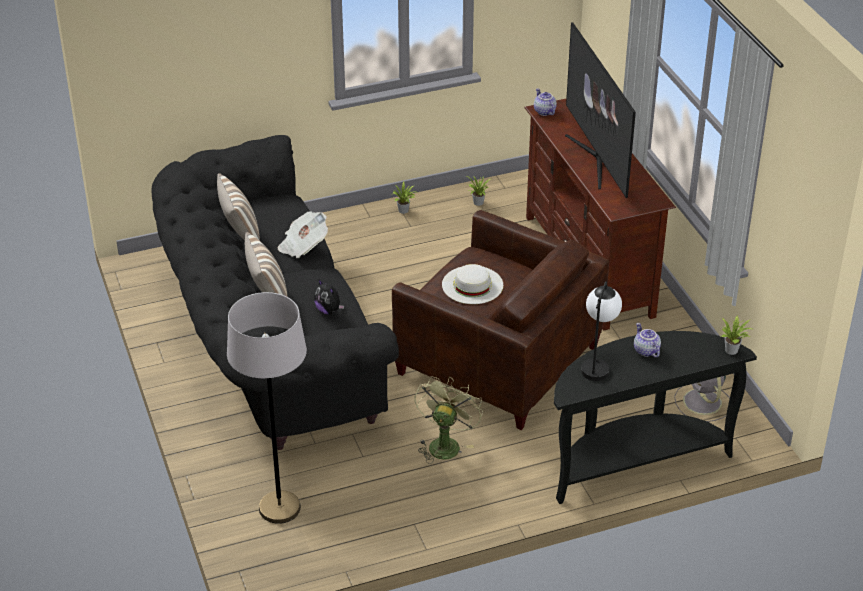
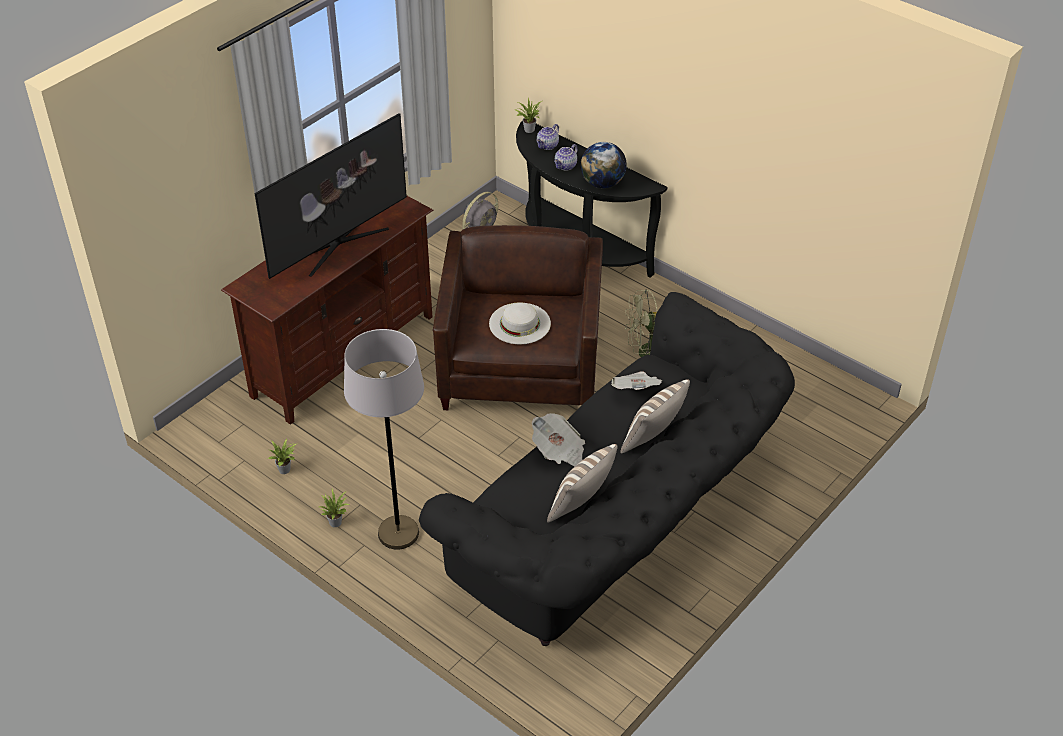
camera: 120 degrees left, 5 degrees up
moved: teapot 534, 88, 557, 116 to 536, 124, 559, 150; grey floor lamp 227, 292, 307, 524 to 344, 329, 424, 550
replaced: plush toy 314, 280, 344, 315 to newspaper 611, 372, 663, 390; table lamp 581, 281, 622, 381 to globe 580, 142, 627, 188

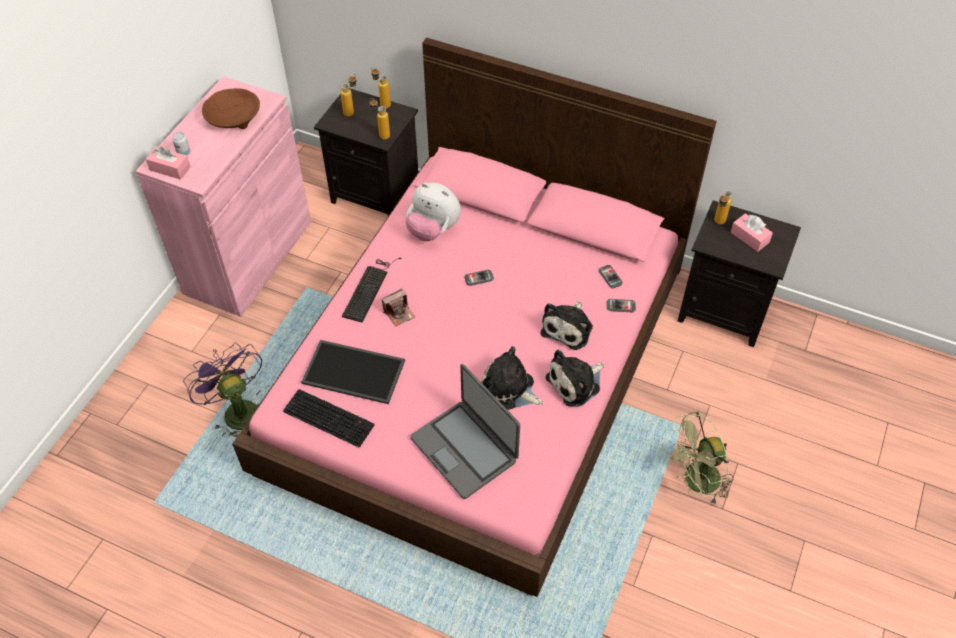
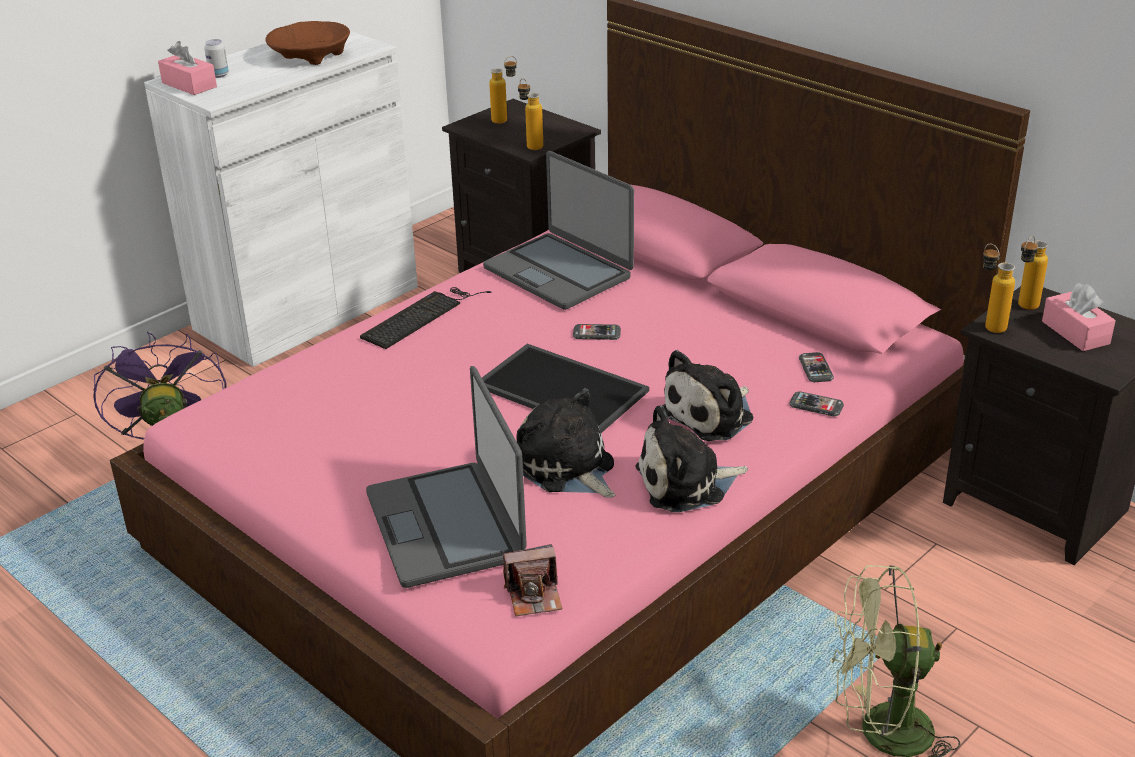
camera: 20 degrees right, 20 degrees down
removed: keyboard 283, 389, 375, 448
moved: bottle 371, 67, 391, 108 to 983, 244, 1015, 333; photo camera 382, 289, 415, 327 to 503, 544, 563, 616; tray 301, 340, 405, 404 to 482, 344, 649, 433
replaced: plush toy 405, 183, 461, 241 to laptop 483, 151, 634, 310
recoloured: pink cabinet 136, 76, 311, 317 to white cabinet 144, 31, 418, 367

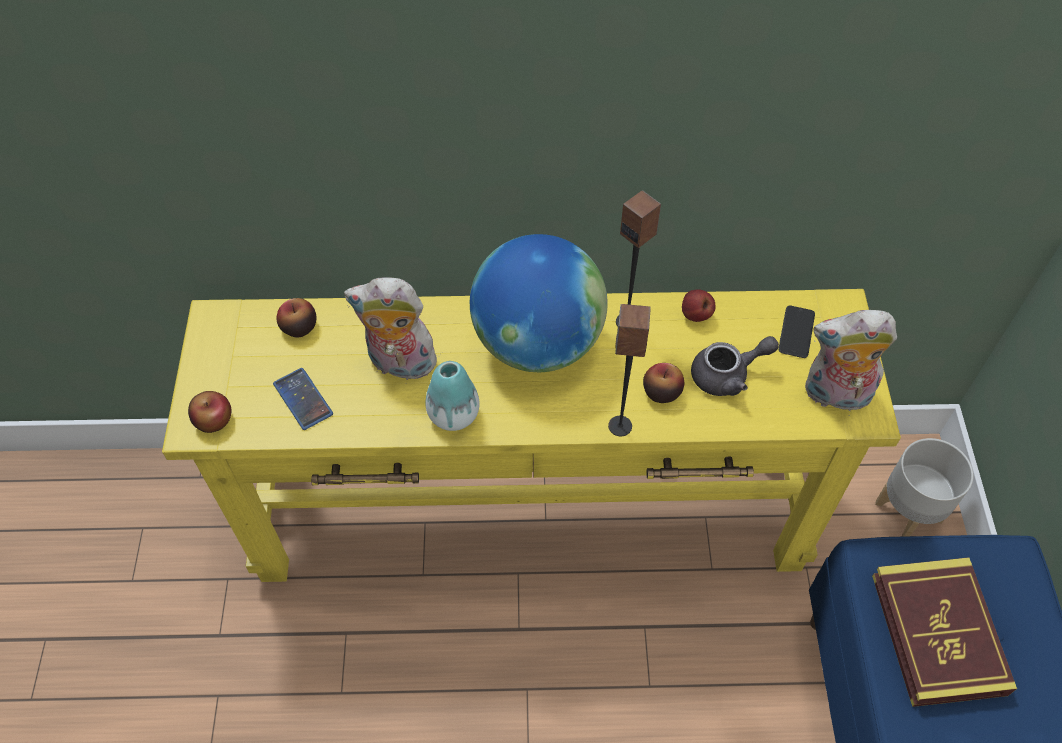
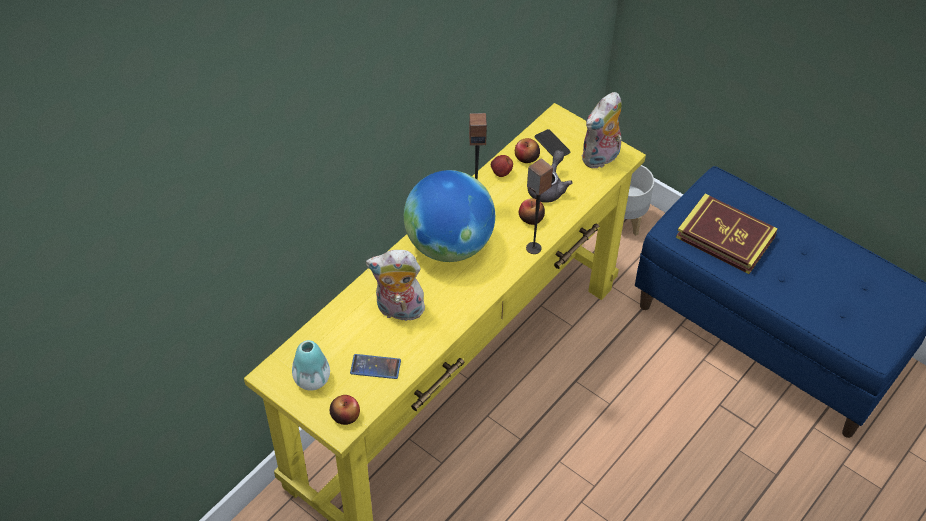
camera: 50 degrees left, 5 degrees down
moved: apple 277, 298, 316, 337 to 515, 138, 540, 163; vase 426, 361, 480, 431 to 292, 340, 330, 390
turned: plush toy 344, 277, 437, 380 = 366, 250, 429, 321 45 degrees clockwise

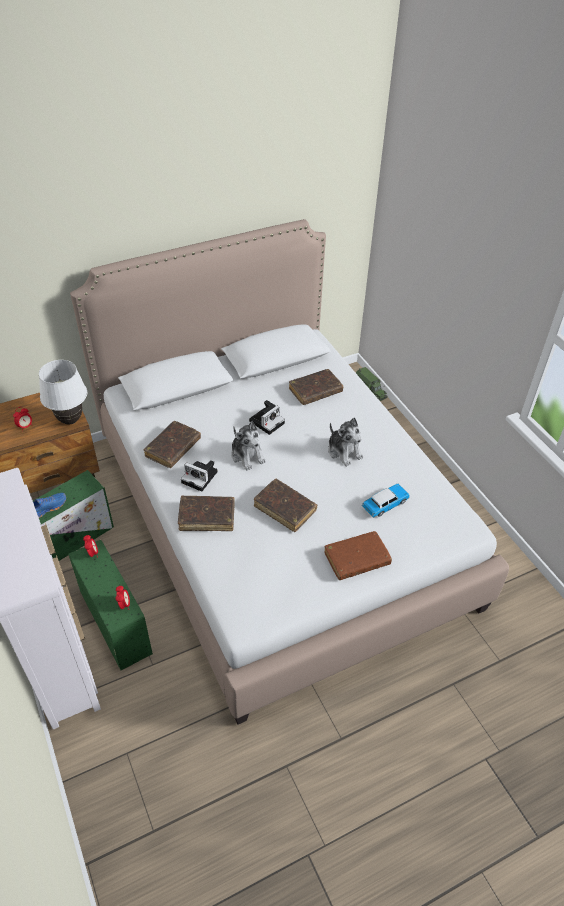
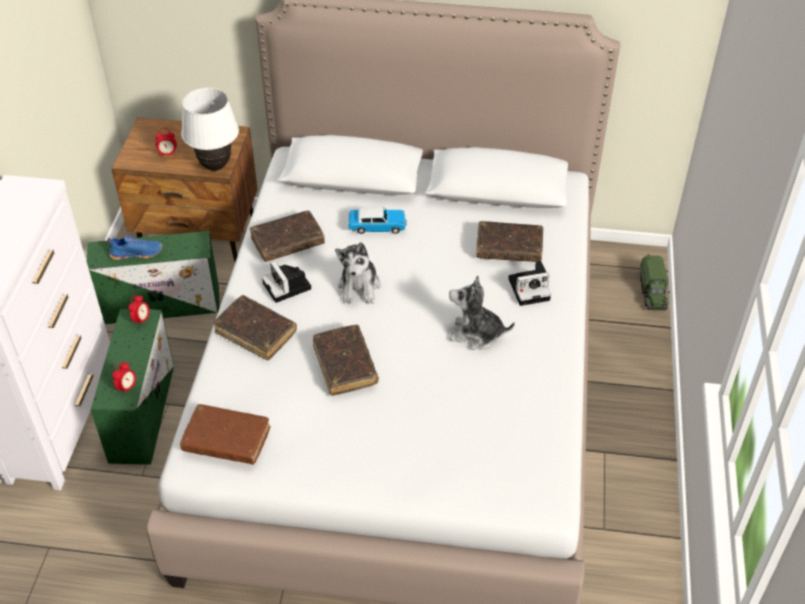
camera: 35 degrees right, 0 degrees up
moved: photo camera 249, 400, 285, 435 to 508, 260, 551, 306; toy car 362, 484, 410, 518 to 348, 207, 406, 234; brown book 324, 531, 392, 580 to 180, 404, 270, 465
turned: plush toy 328, 418, 364, 466 = 449, 275, 515, 350 105 degrees clockwise

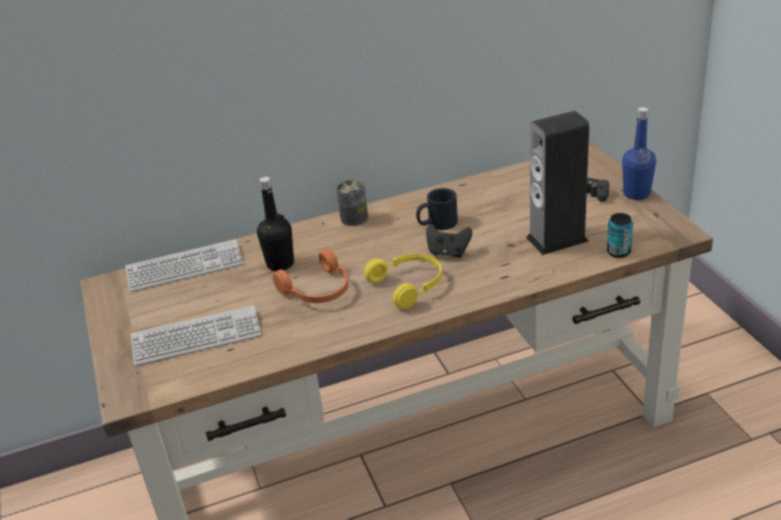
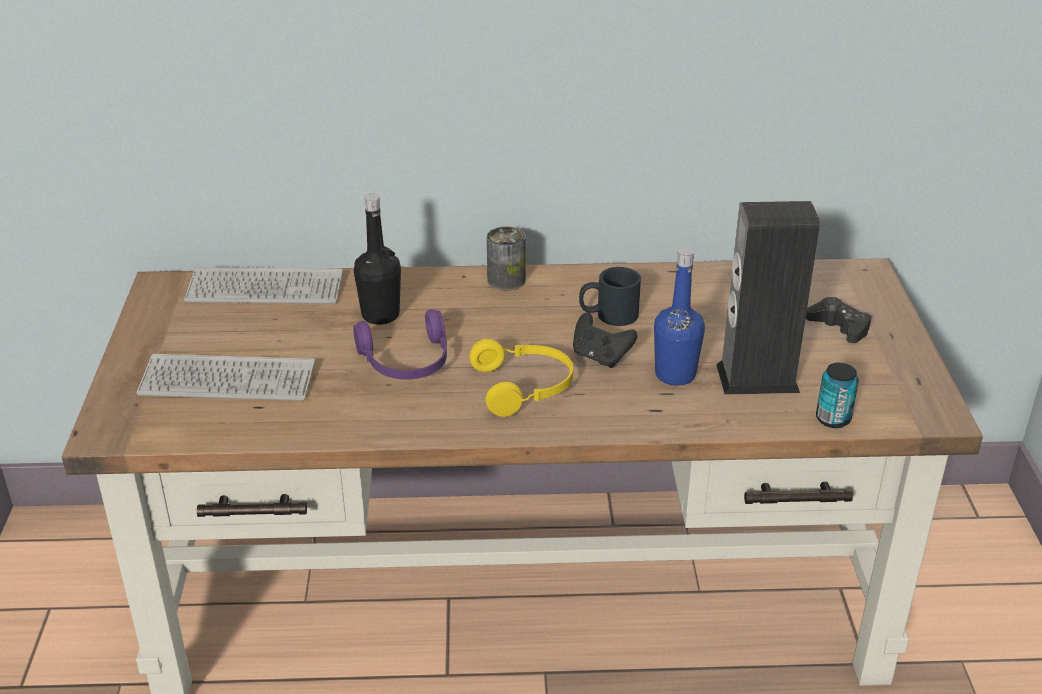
camera: 15 degrees right, 0 degrees up
moved: blue bottle 622, 107, 656, 200 to 654, 248, 705, 386
recoloured: orange headphones 273, 249, 349, 303 to purple headphones 353, 309, 447, 380

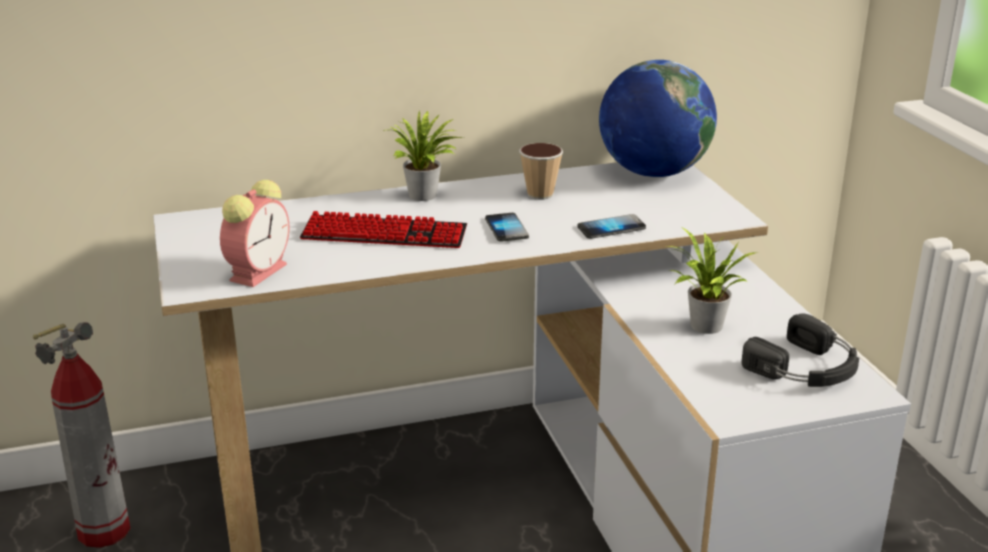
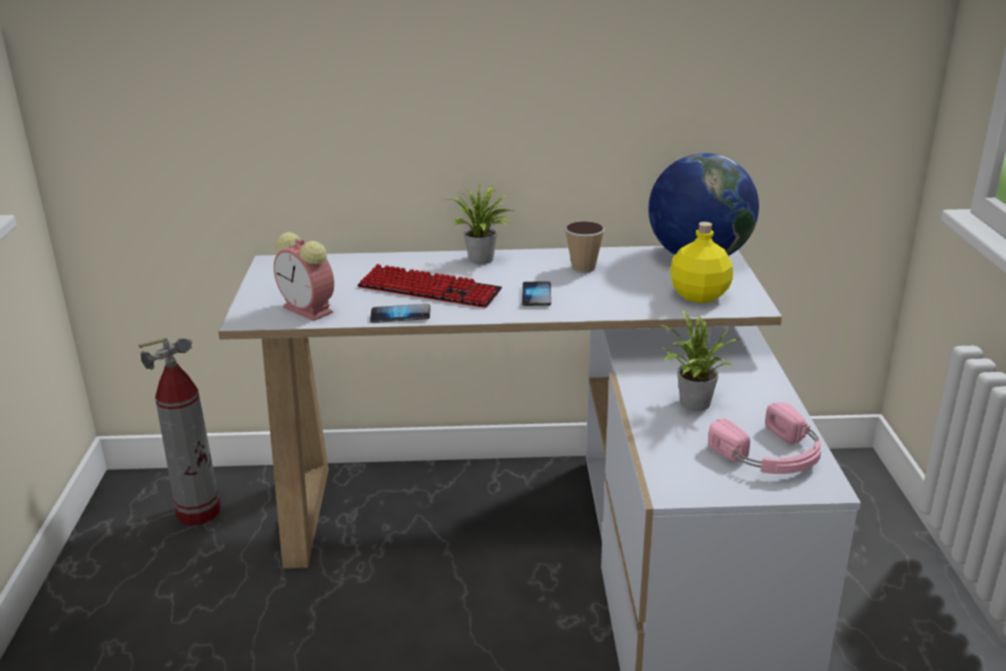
camera: 15 degrees right, 0 degrees up
added: yellow bottle 670, 222, 733, 303
moved: phone 577, 214, 646, 239 to 370, 304, 430, 323
recoloured: black headphones 741, 313, 859, 387 to pink headphones 708, 402, 821, 474
turned: alarm clock 220, 180, 289, 287 = 274, 232, 334, 321 90 degrees clockwise

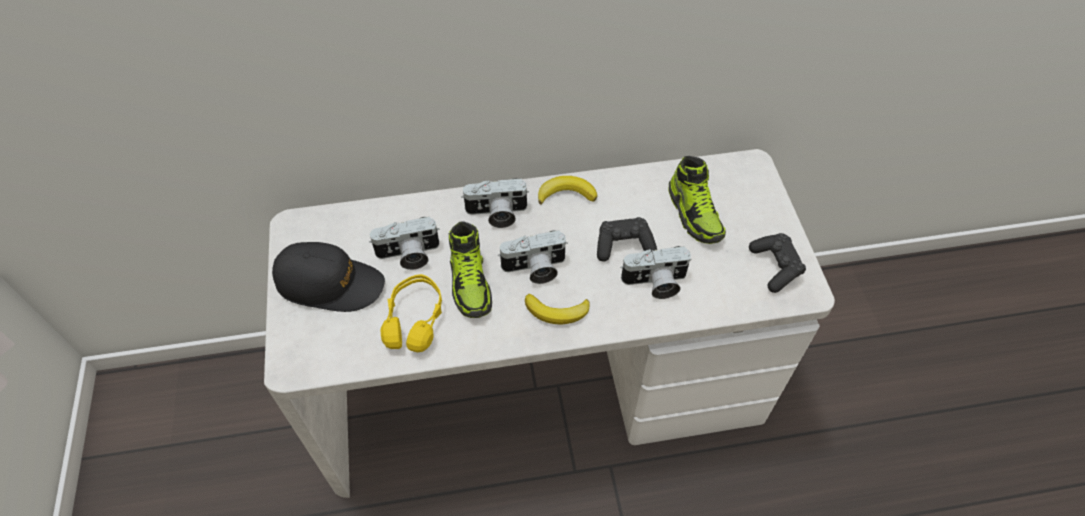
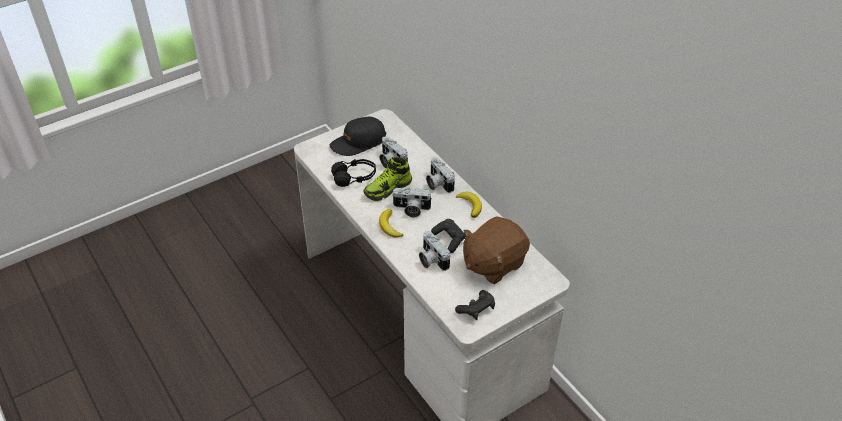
camera: 65 degrees right, 10 degrees down
replaced: shoe 668, 156, 726, 244 to brown plush toy 463, 216, 530, 284
recoloured: yellow headphones 381, 274, 442, 352 to black headphones 331, 159, 376, 187
turned: photo camera 498, 230, 568, 284 = 392, 187, 433, 217 45 degrees counterclockwise; black cap 272, 242, 385, 312 = 330, 117, 386, 156 75 degrees clockwise

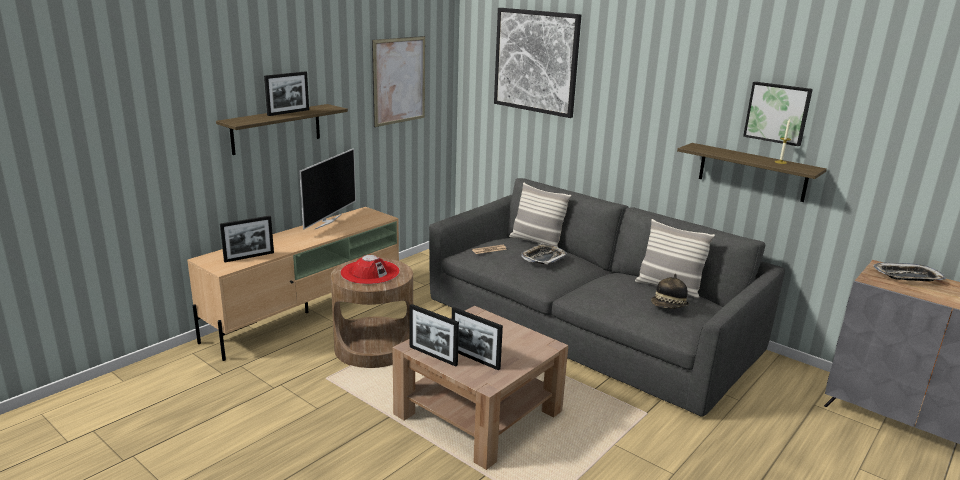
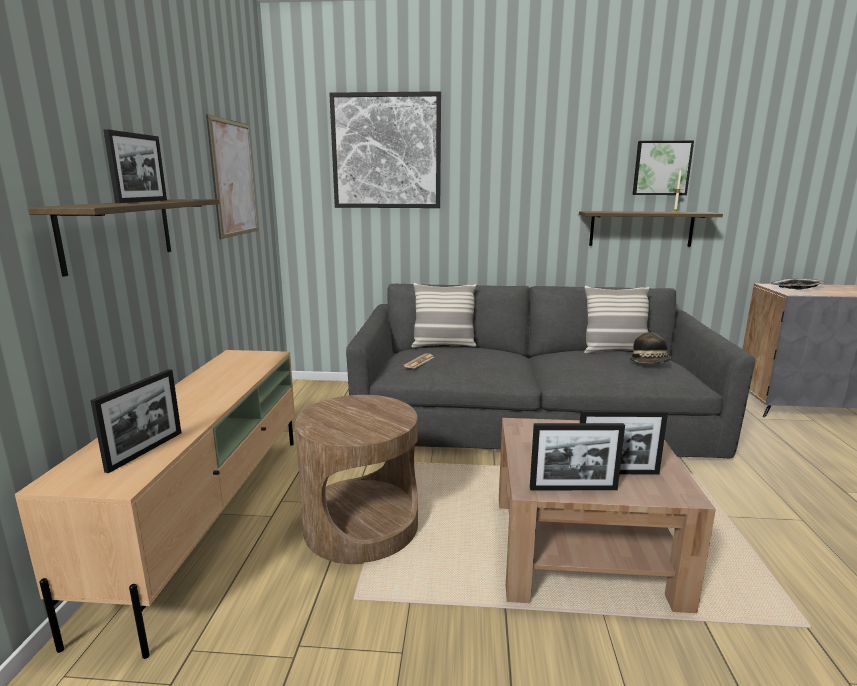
camera: 35 degrees left, 5 degrees down
removed: television 299, 148, 356, 230; tray 521, 243, 567, 264; red hat 340, 255, 400, 284

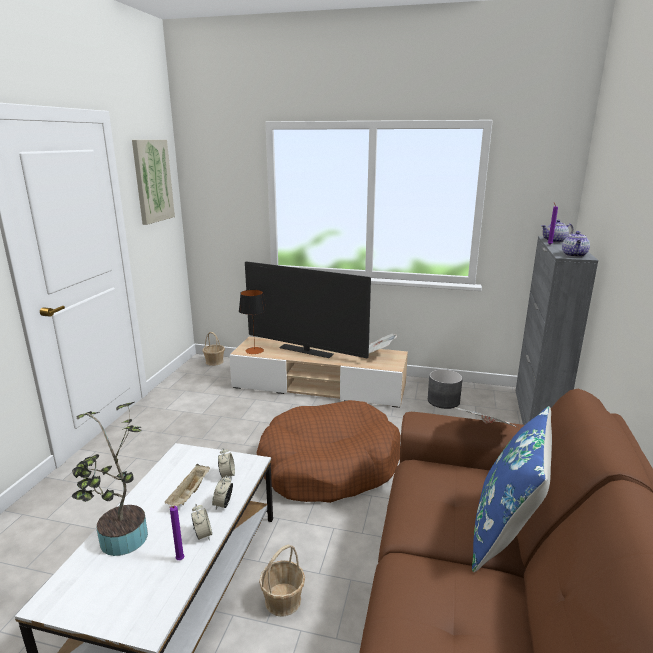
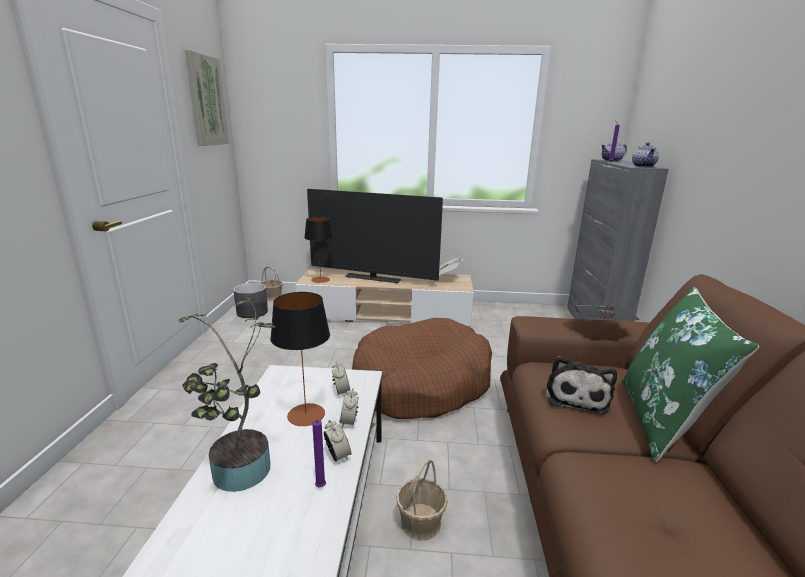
camera: 10 degrees left, 0 degrees up
added: plush toy 546, 356, 617, 414
moved: grey planter 428, 369, 463, 409 to 233, 283, 268, 318
replaced: beige tray 165, 464, 210, 506 to table lamp 270, 292, 330, 426
recoloured: blue pillow 472, 406, 552, 572 to green pillow 622, 287, 759, 462

